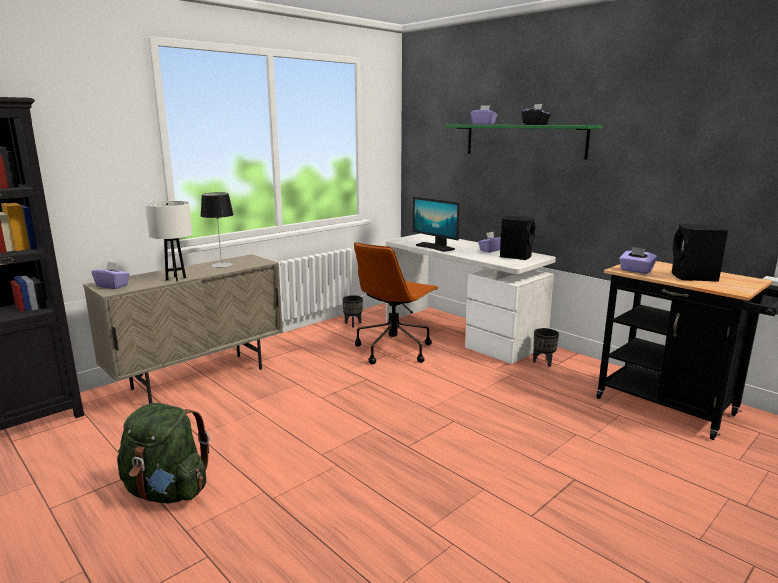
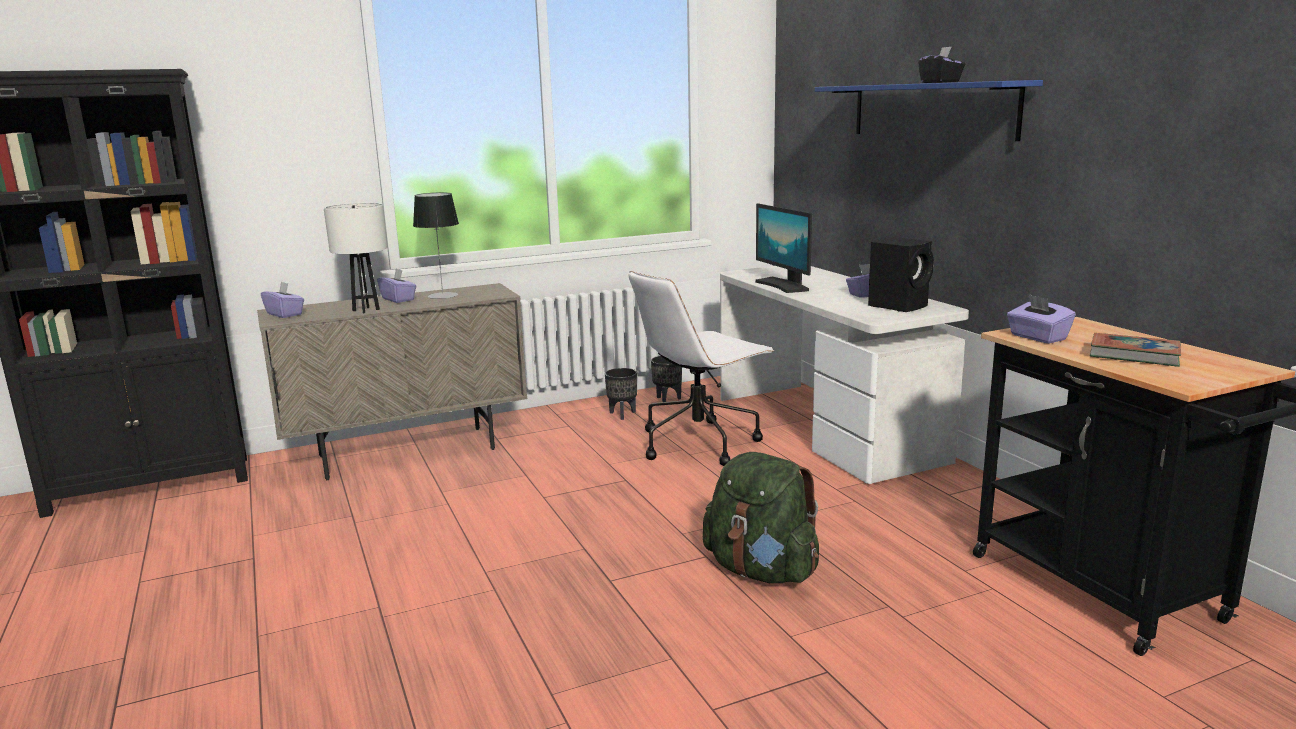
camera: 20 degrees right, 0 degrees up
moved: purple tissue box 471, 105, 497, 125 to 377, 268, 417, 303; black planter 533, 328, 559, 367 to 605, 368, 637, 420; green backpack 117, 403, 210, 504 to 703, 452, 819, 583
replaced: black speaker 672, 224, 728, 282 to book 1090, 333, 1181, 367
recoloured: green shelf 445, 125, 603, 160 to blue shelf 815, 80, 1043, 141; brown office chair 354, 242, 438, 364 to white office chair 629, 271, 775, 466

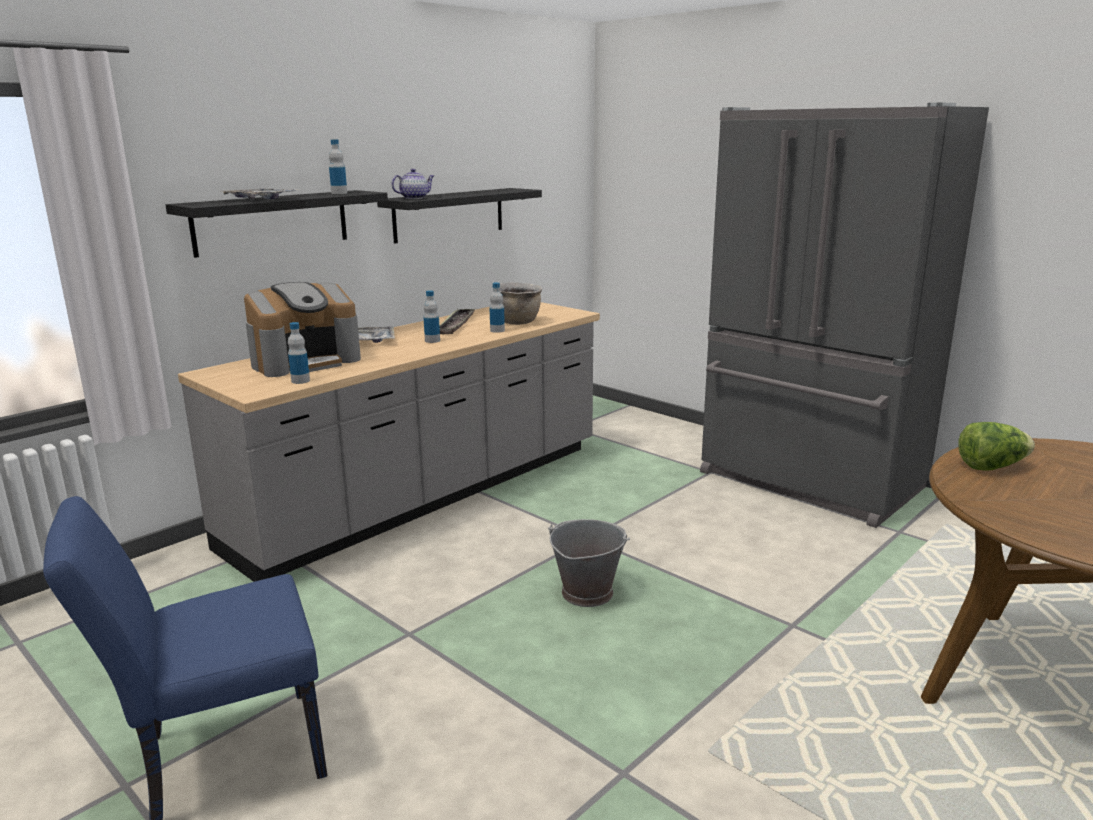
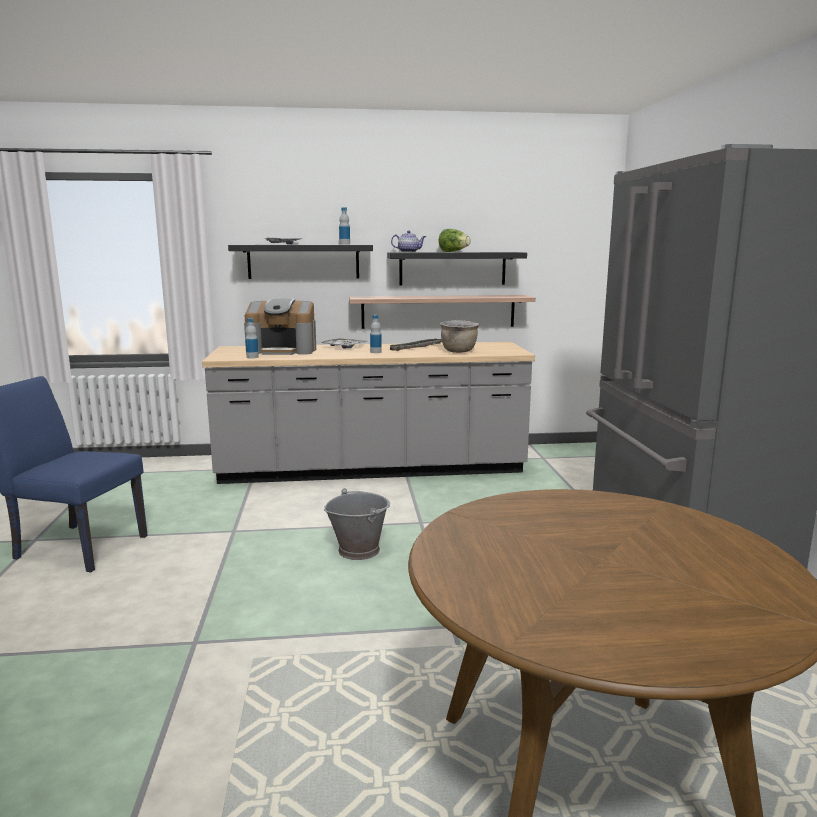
camera: 40 degrees right, 5 degrees down
removed: bottle 489, 282, 505, 333
added: shelf 349, 295, 536, 329
moved: lettuce 958, 422, 1035, 471 to 438, 229, 471, 252

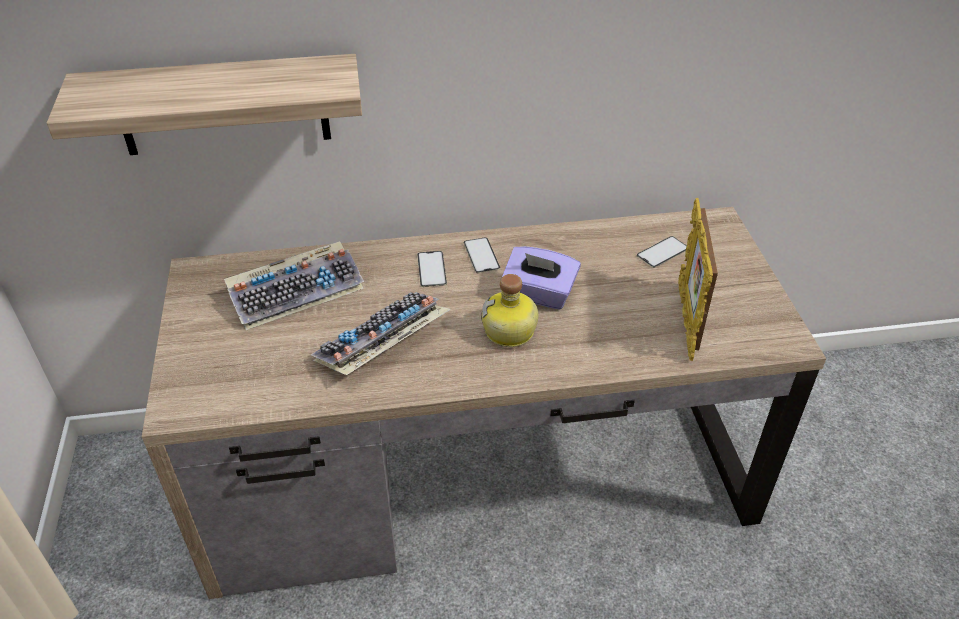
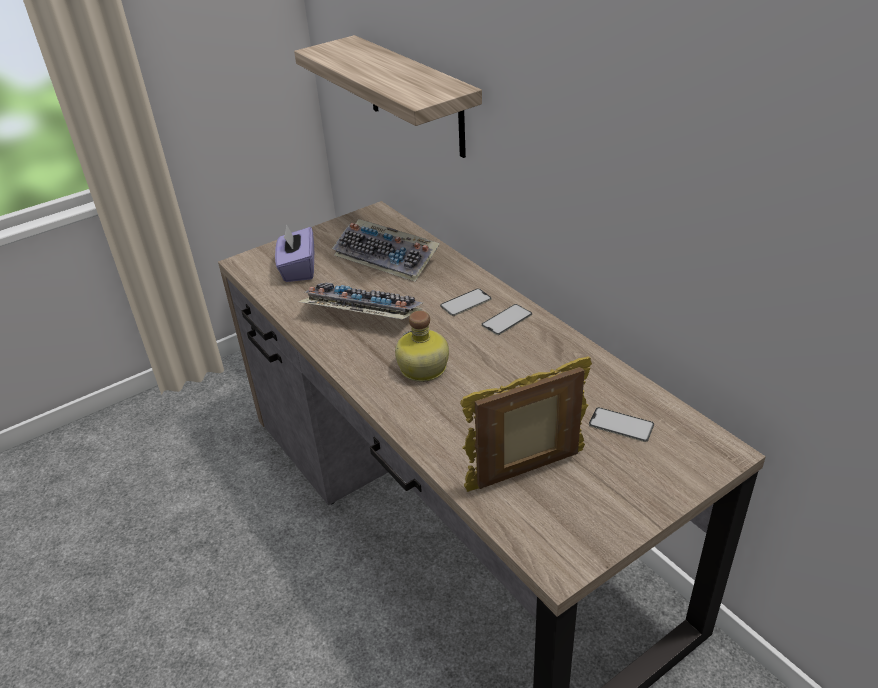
camera: 65 degrees right, 5 degrees down
moved: purple tissue box 502, 246, 581, 309 to 275, 224, 314, 282

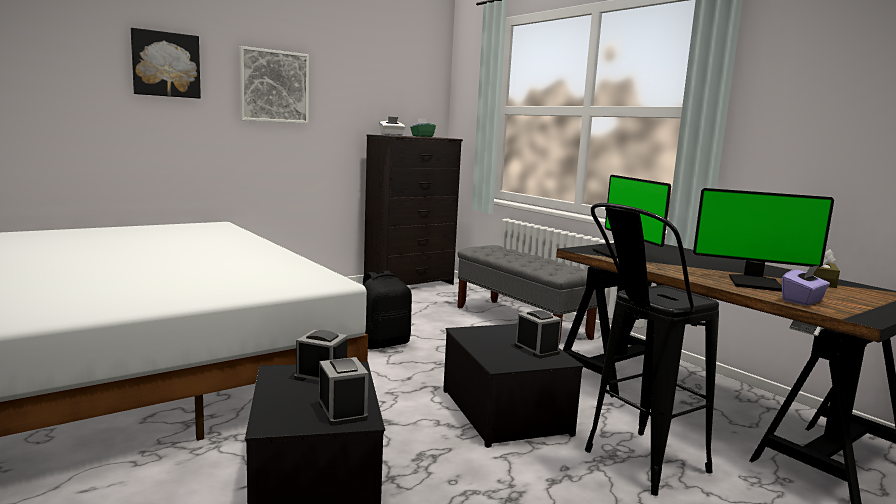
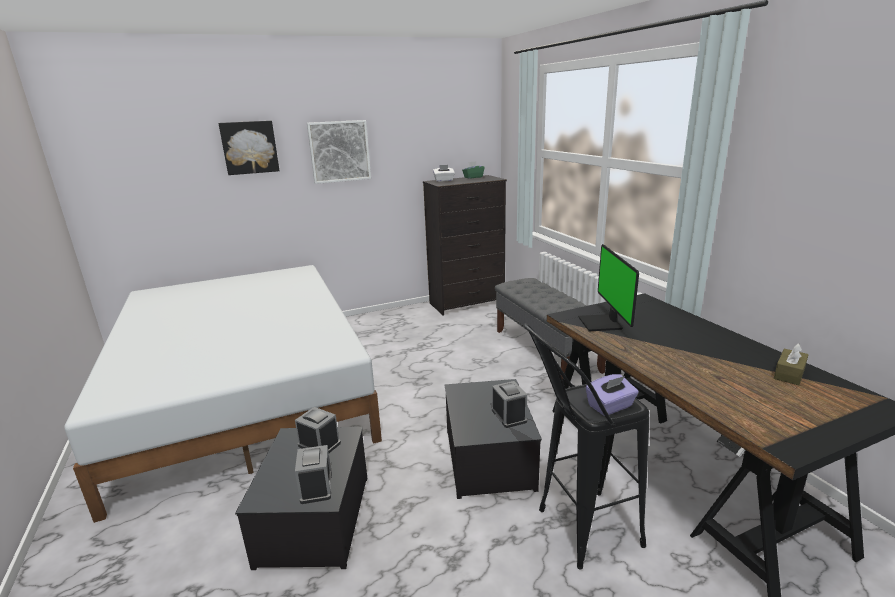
camera: 15 degrees right, 10 degrees up
removed: monitor 693, 188, 834, 292; black backpack 363, 271, 412, 350
moved: purple tissue box 782, 265, 830, 306 to 586, 374, 639, 416

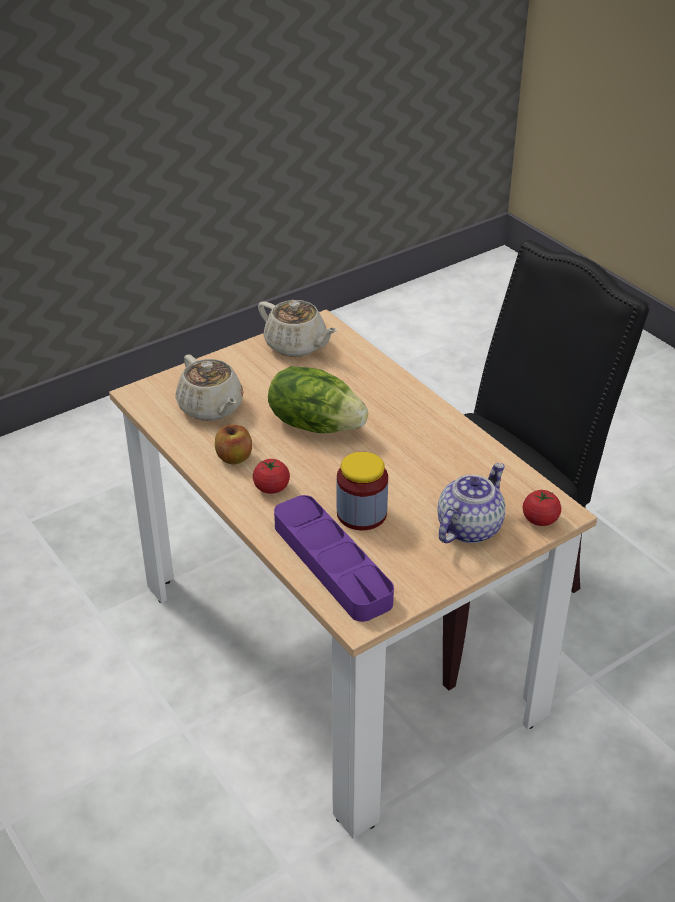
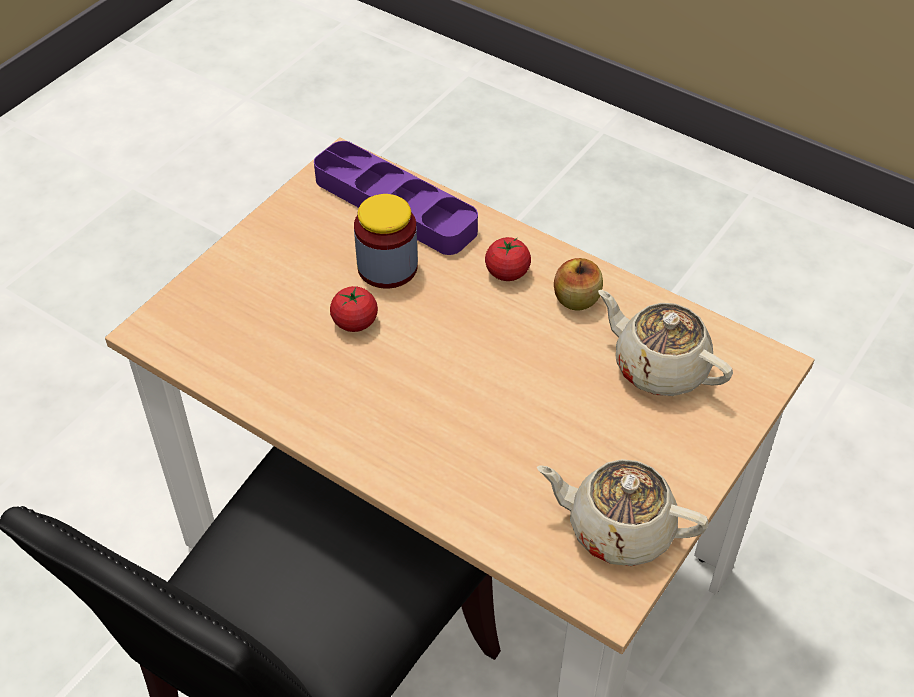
camera: 160 degrees right, 10 degrees up
removed: lettuce 268, 366, 368, 433; teapot 438, 463, 505, 543
moved: tomato 522, 490, 561, 526 to 330, 286, 378, 332

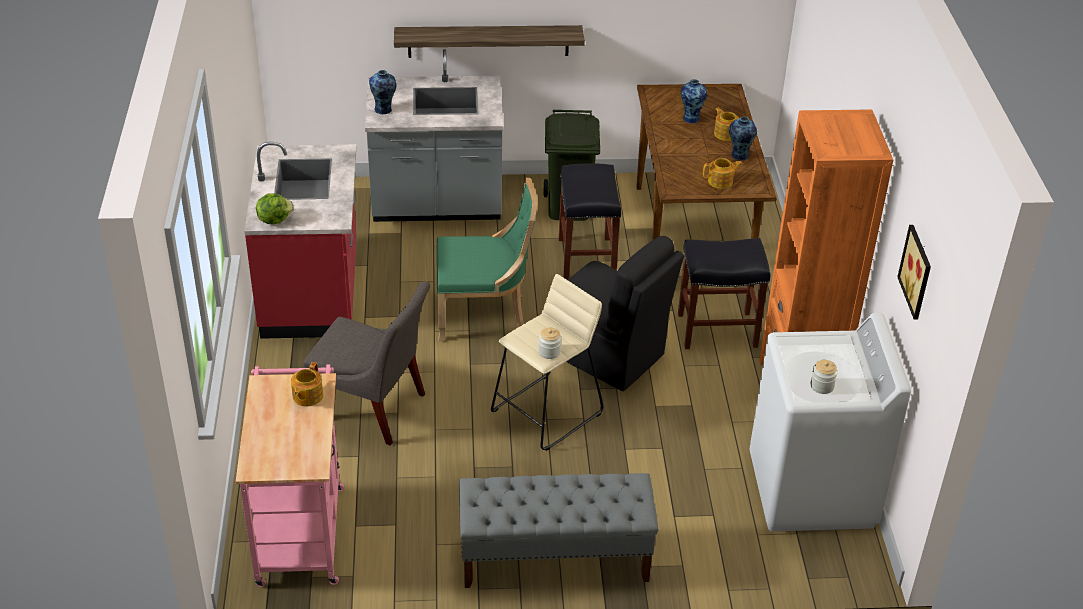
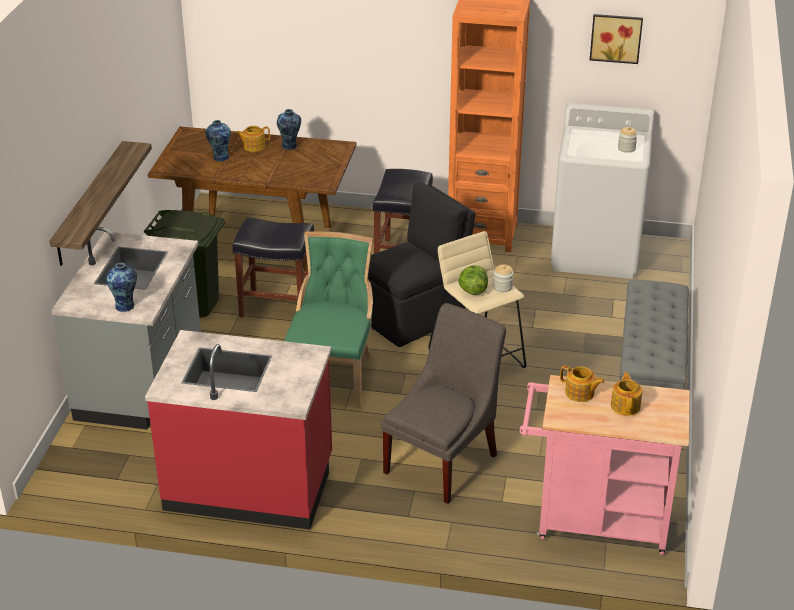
camera: 75 degrees left, 5 degrees down
moved: teapot 703, 158, 742, 189 to 611, 372, 642, 416; lettuce 256, 193, 294, 225 to 458, 265, 488, 295

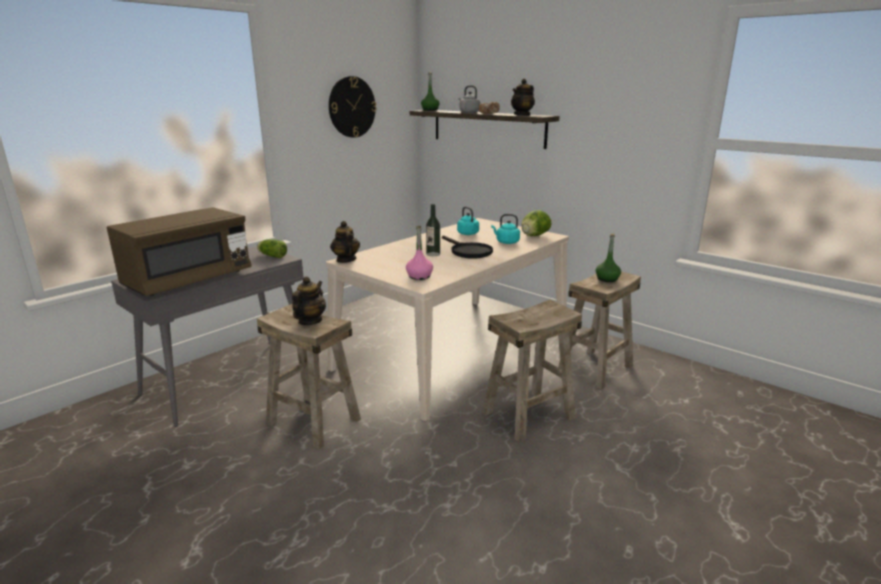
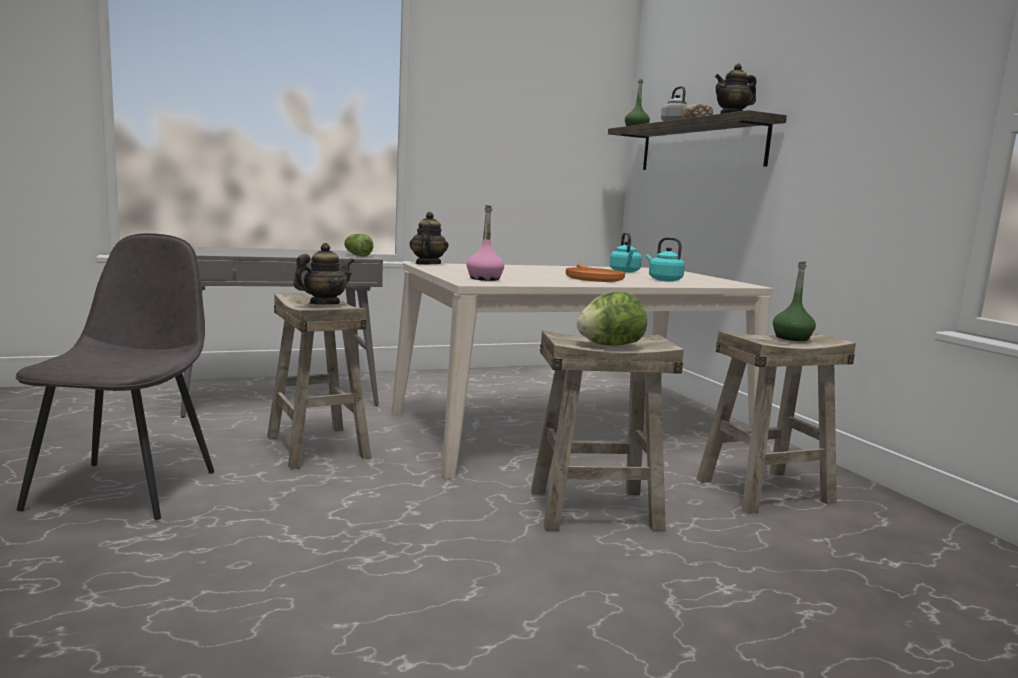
camera: 25 degrees right, 10 degrees down
removed: wall clock 329, 76, 377, 138; bottle 426, 204, 440, 256; brown microwave 107, 207, 252, 296
added: grey chair 15, 233, 214, 520
moved: lettuce 522, 210, 551, 236 to 577, 291, 647, 346
recoloured: black frying pan 442, 236, 493, 259 to orange frying pan 566, 263, 625, 282

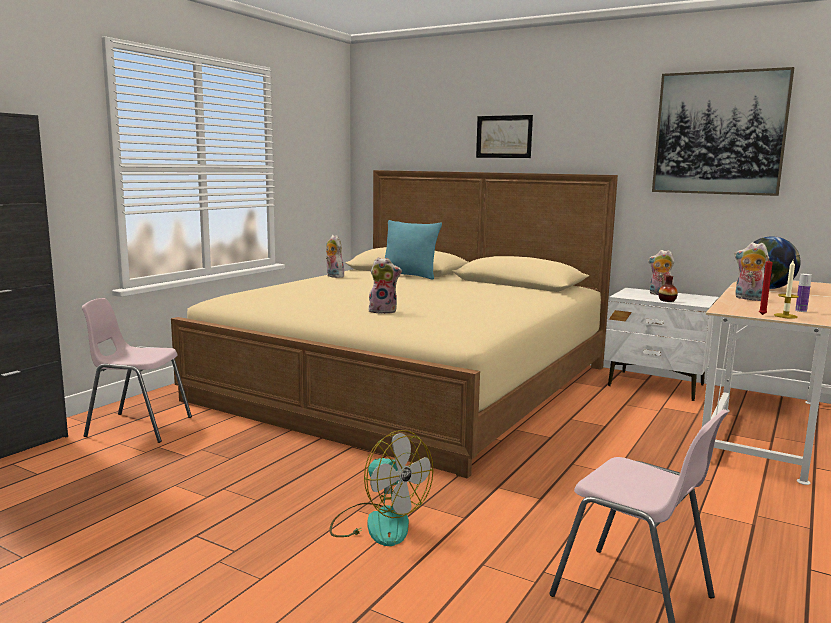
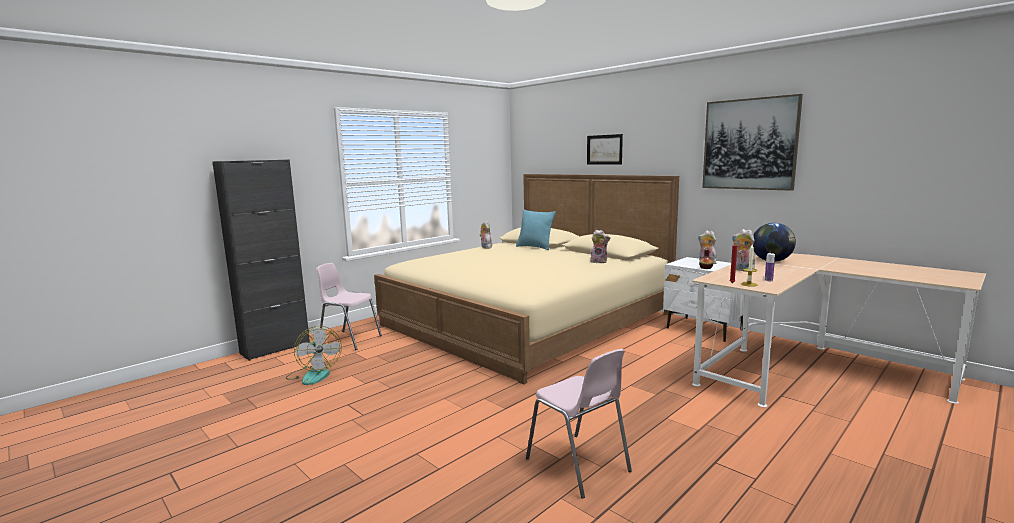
camera: 15 degrees right, 0 degrees up
moved: plush toy 369, 257, 402, 314 to 590, 230, 610, 263; fan 329, 430, 433, 546 to 286, 326, 342, 385

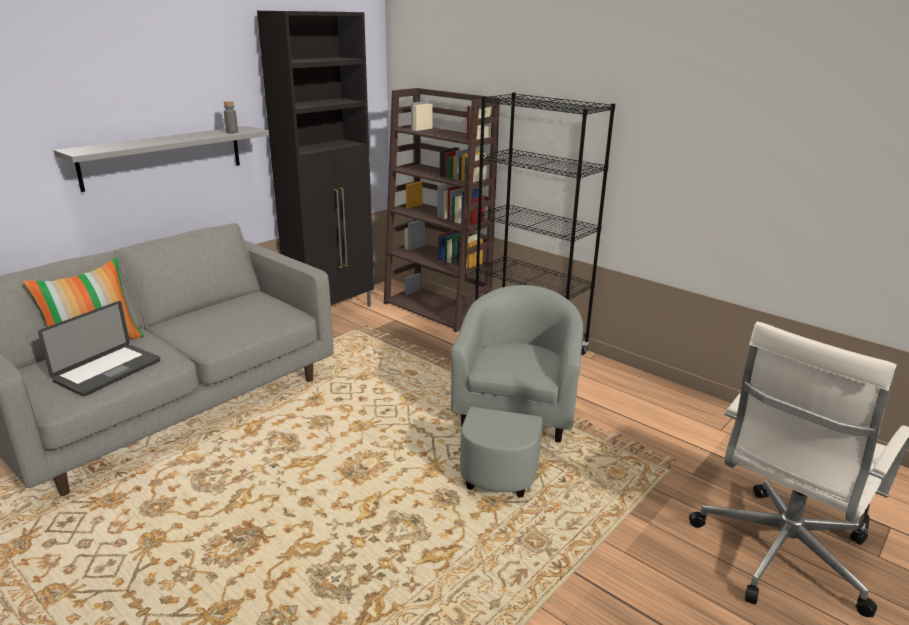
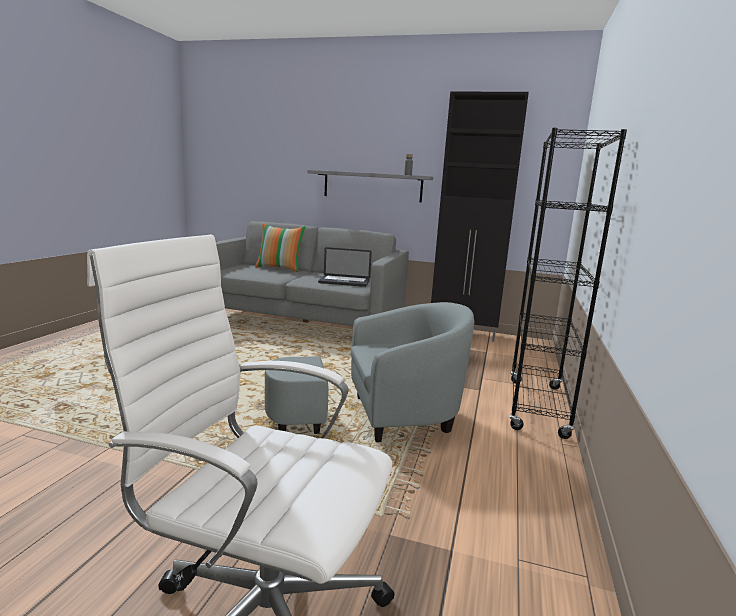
camera: 65 degrees right, 10 degrees down
removed: brown bookcase 384, 88, 500, 333
moved: laptop 38, 301, 160, 396 to 318, 247, 372, 287

